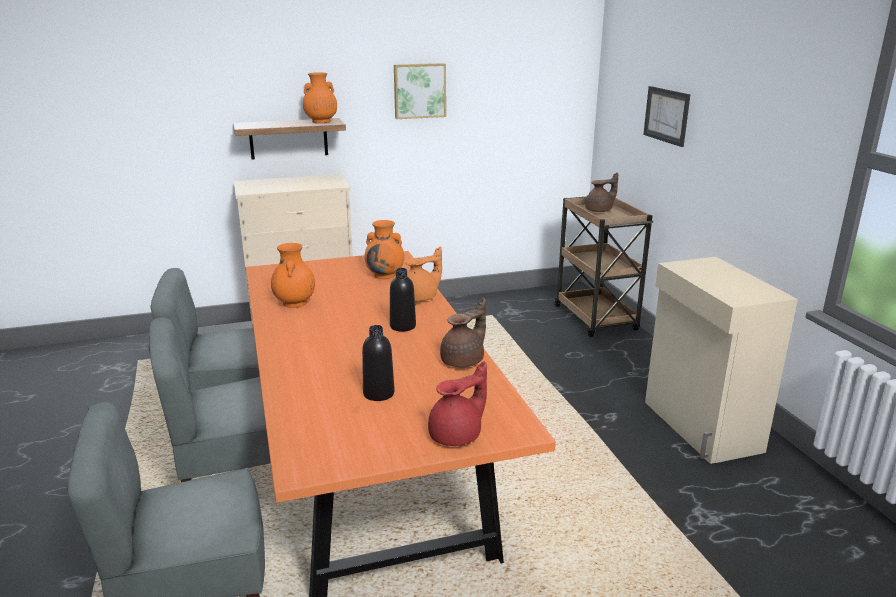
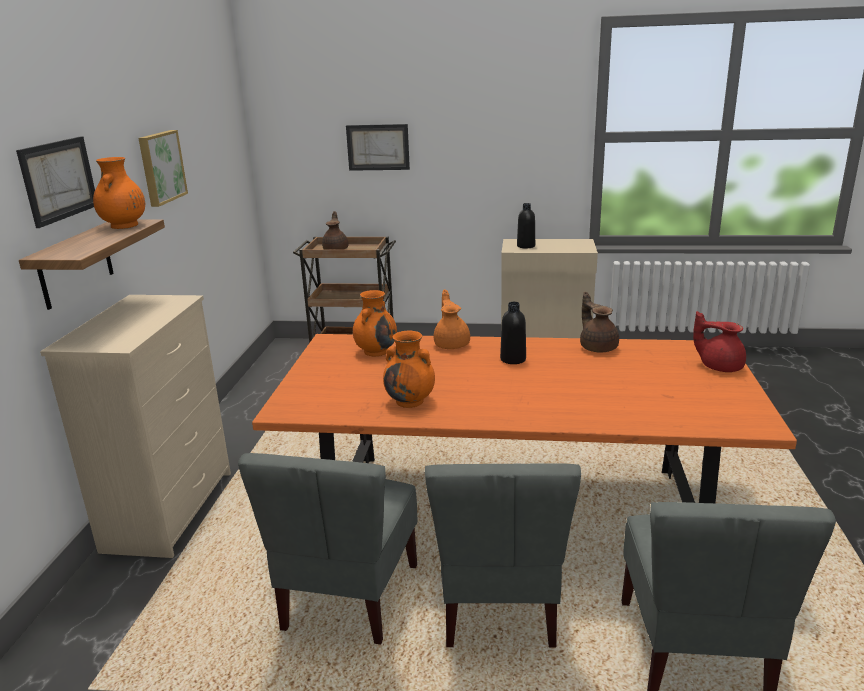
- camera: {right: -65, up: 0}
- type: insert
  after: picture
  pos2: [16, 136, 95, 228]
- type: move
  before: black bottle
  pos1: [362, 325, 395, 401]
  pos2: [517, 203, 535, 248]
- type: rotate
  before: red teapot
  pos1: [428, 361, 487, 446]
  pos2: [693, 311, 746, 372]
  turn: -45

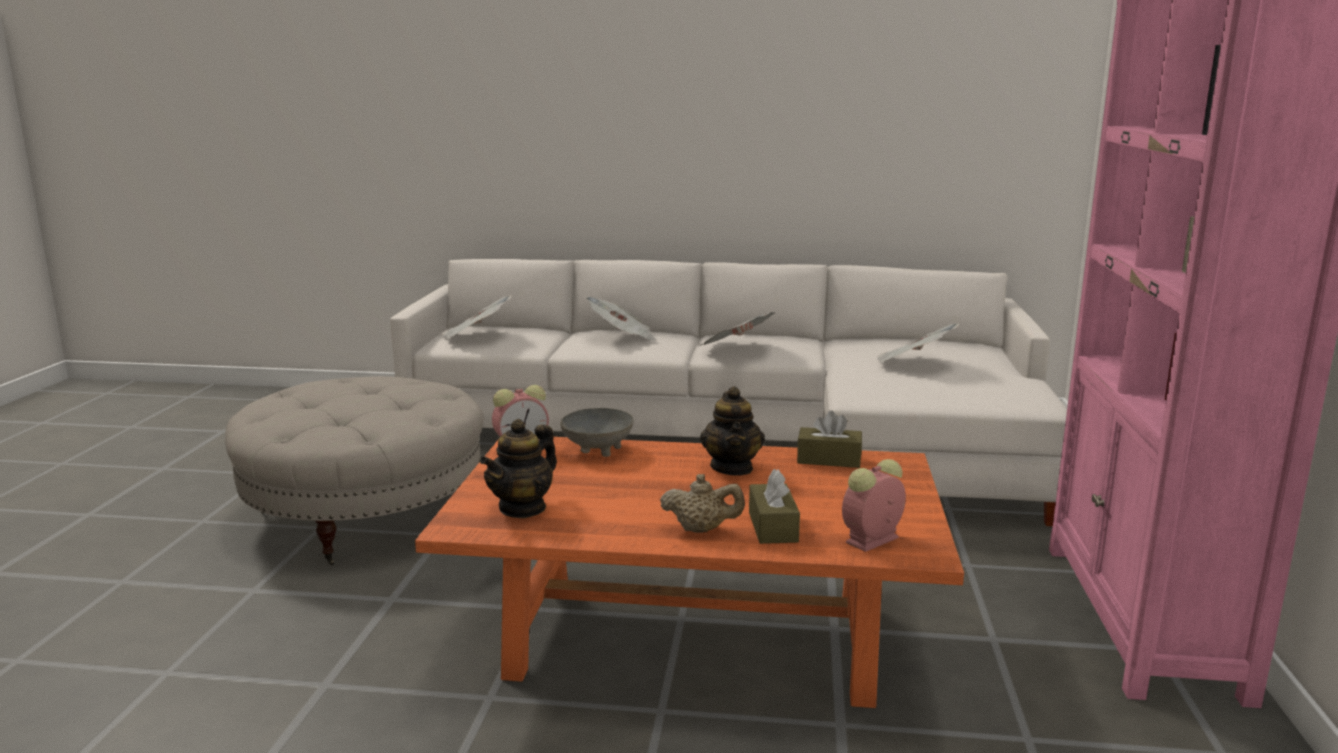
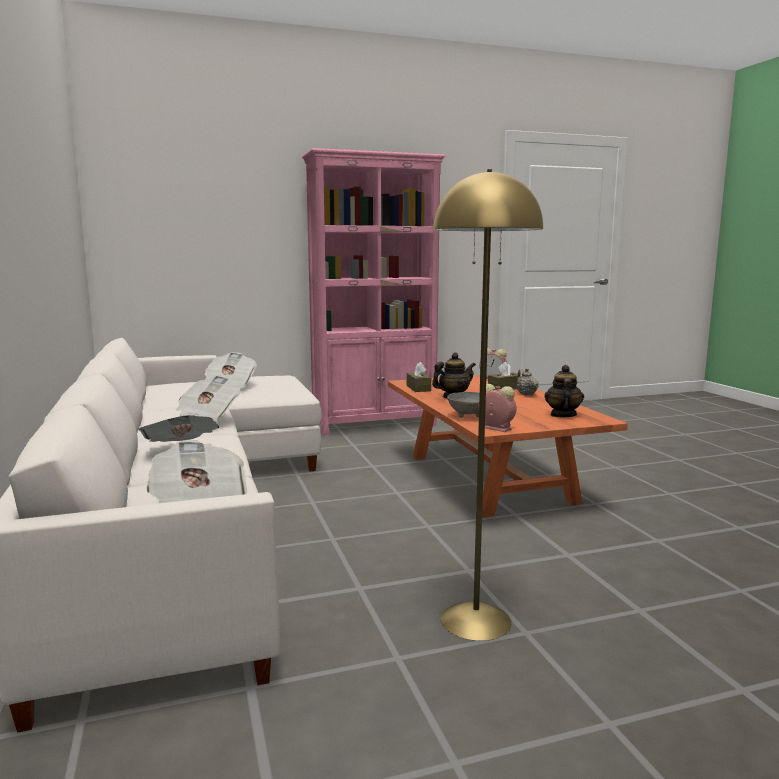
- camera: {right: -115, up: -5}
- type: replace
  before: beige ottoman
  after: yellow floor lamp
  pos1: [225, 376, 484, 565]
  pos2: [433, 169, 543, 641]
- type: rotate
  before: teapot
  pos1: [480, 419, 557, 518]
  pos2: [545, 365, 584, 417]
  turn: -90

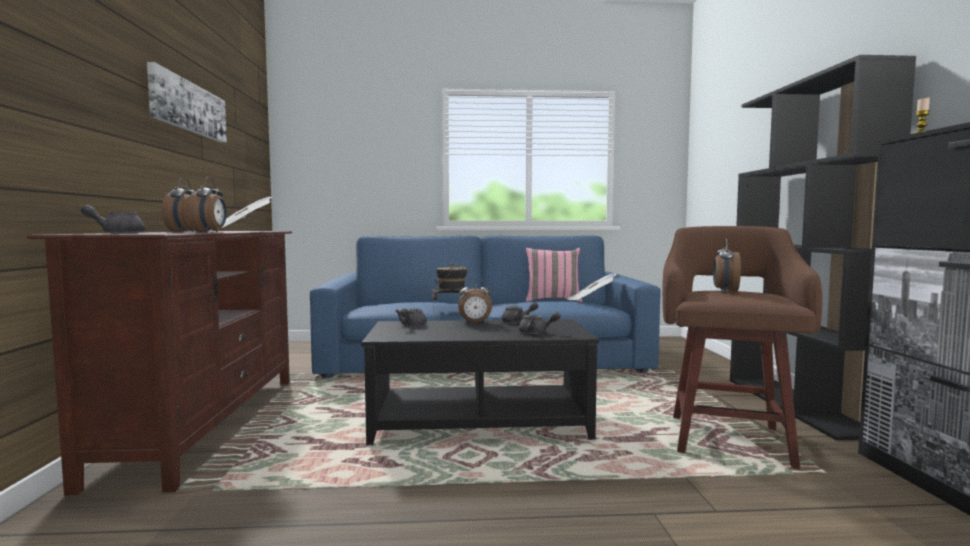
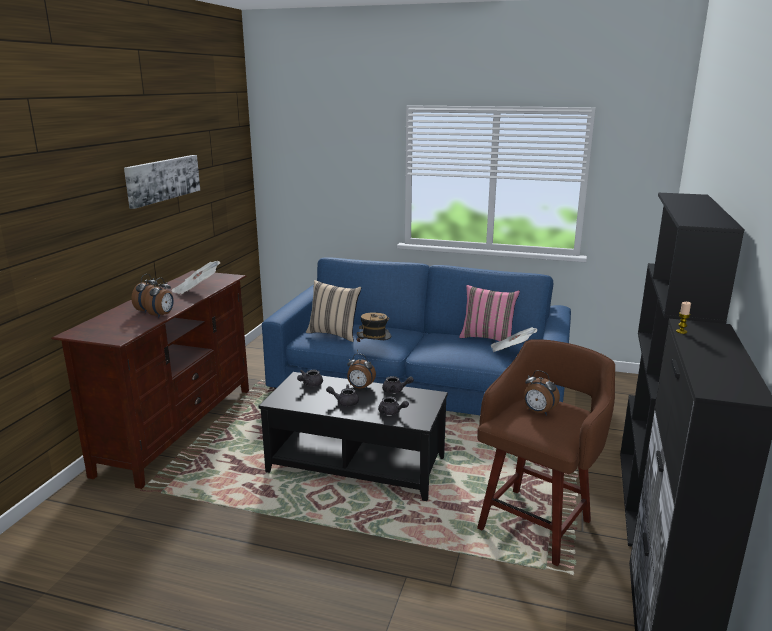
- camera: {right: 20, up: 15}
- type: insert
  after: beige pillow
  pos2: [306, 280, 361, 342]
- type: move
  before: grey teapot
  pos1: [81, 205, 145, 234]
  pos2: [326, 384, 359, 406]
- type: rotate
  before: alarm clock
  pos1: [713, 238, 741, 293]
  pos2: [524, 370, 560, 416]
  turn: -90

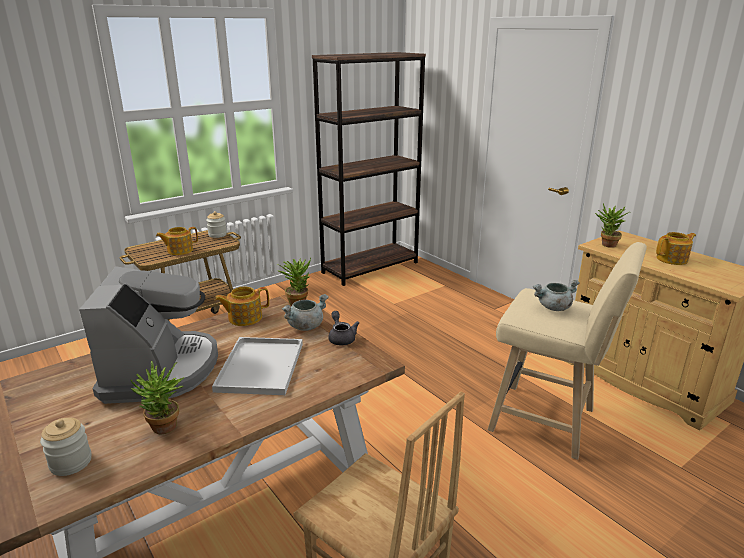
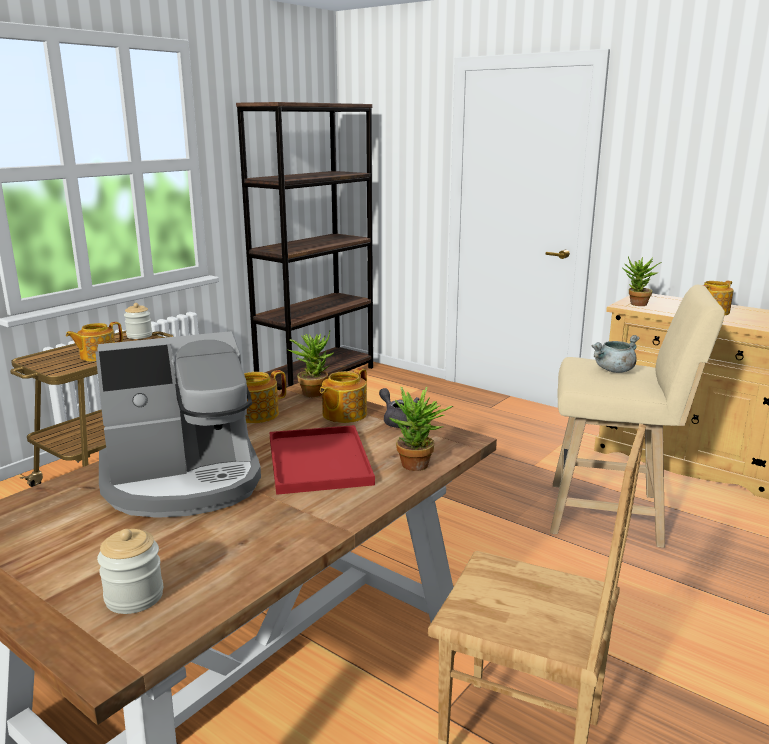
- camera: {right: -15, up: -5}
- type: rotate
  before: coffee machine
  pos1: [79, 266, 218, 404]
  pos2: [95, 331, 261, 518]
  turn: 90
- type: recolor
  before: white tray
  after: red tray
  pos1: [212, 337, 303, 395]
  pos2: [270, 425, 375, 495]
- type: replace
  before: grey cooking pot
  after: teapot
  pos1: [282, 294, 329, 331]
  pos2: [320, 368, 367, 423]
- type: move
  before: potted plant
  pos1: [131, 360, 184, 435]
  pos2: [389, 386, 453, 471]

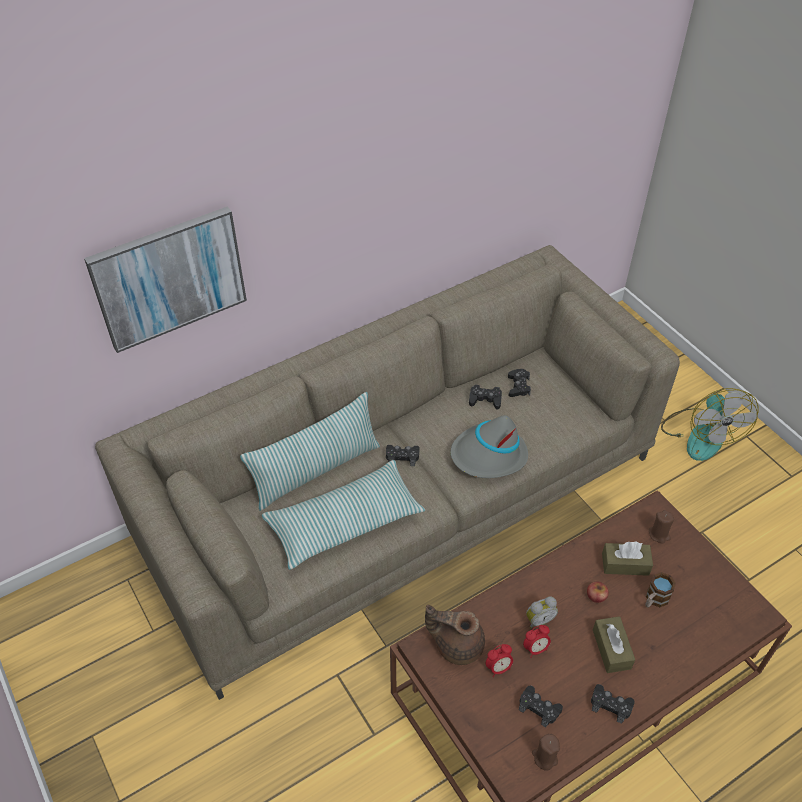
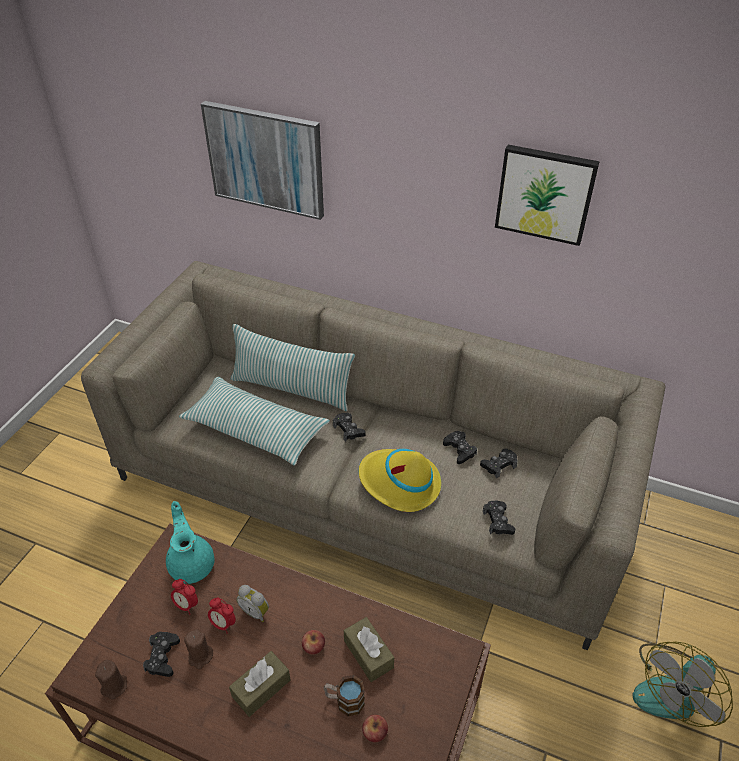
- camera: {right: 55, up: -5}
- type: recolor
  before: brown teapot
  after: turquoise teapot
  pos1: [425, 605, 485, 665]
  pos2: [166, 501, 214, 584]
- type: move
  before: brown candle
  pos1: [649, 510, 674, 544]
  pos2: [184, 629, 213, 670]
- type: recolor
  before: grey hat
  after: yellow hat
  pos1: [451, 415, 528, 478]
  pos2: [359, 449, 441, 512]
- type: insert
  after: apple
  pos2: [362, 715, 388, 742]
- type: move
  before: black game controller
  pos1: [591, 684, 635, 724]
  pos2: [483, 500, 515, 535]
- type: insert
  after: picture
  pos2: [495, 145, 600, 246]

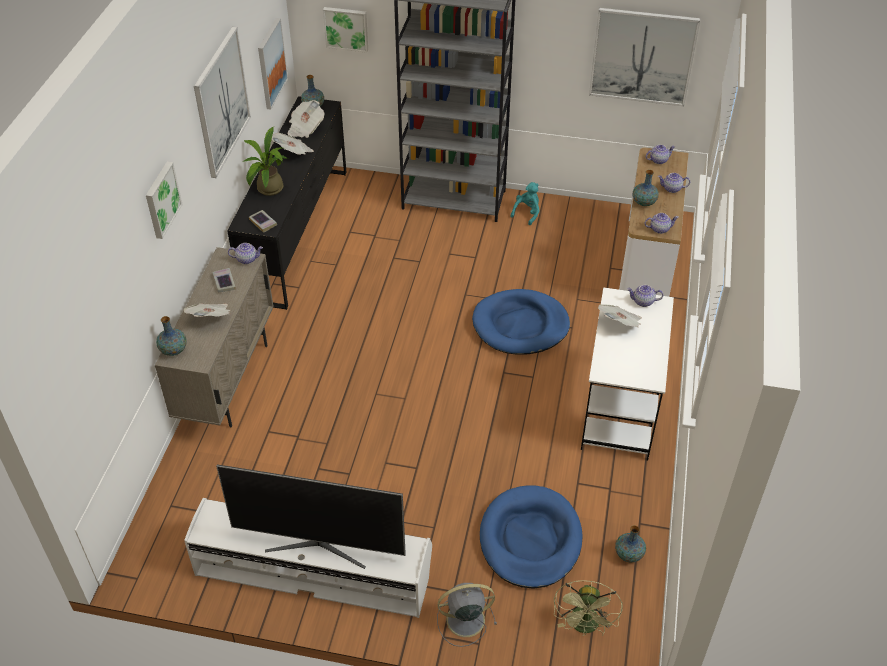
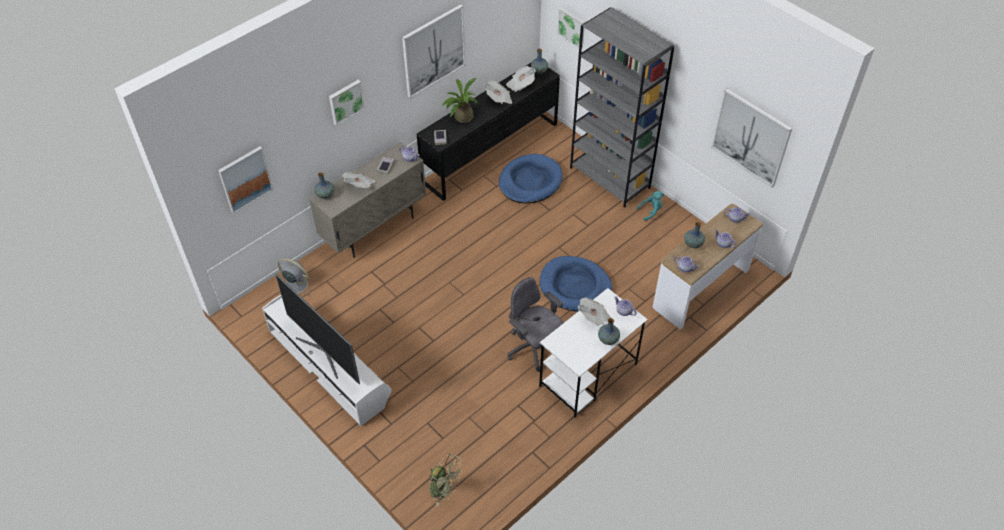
- camera: {right: 35, up: 5}
- type: move
  before: picture
  pos1: [258, 18, 288, 110]
  pos2: [218, 146, 273, 214]
- type: move
  before: grey fan
  pos1: [437, 583, 497, 647]
  pos2: [278, 258, 314, 295]
- type: rotate
  before: green fan
  pos1: [554, 580, 623, 636]
  pos2: [429, 454, 464, 506]
  turn: -105
- type: move
  before: blue dog bed
  pos1: [480, 486, 582, 589]
  pos2: [499, 154, 563, 203]
- type: insert
  after: grey office chair
  pos2: [507, 277, 564, 372]
- type: move
  before: vase
  pos1: [615, 525, 646, 563]
  pos2: [598, 318, 620, 345]

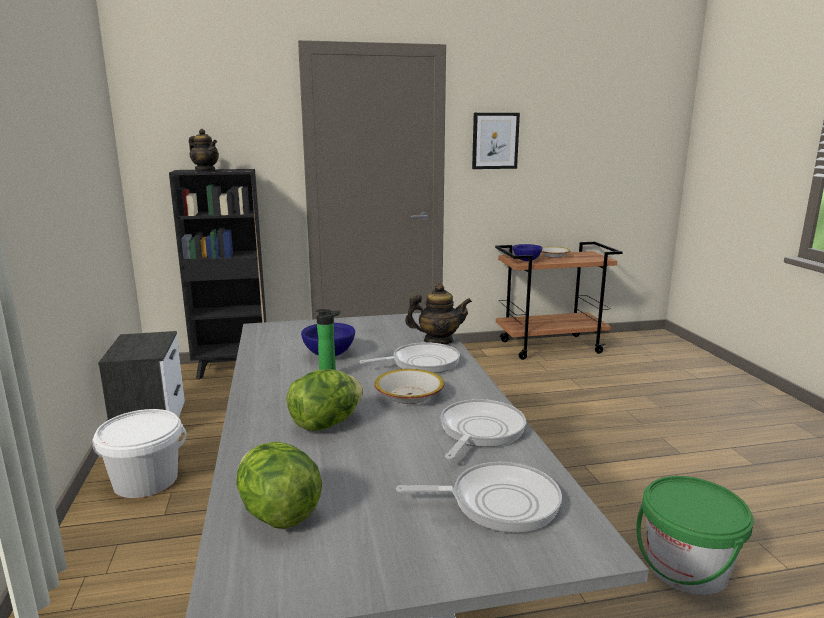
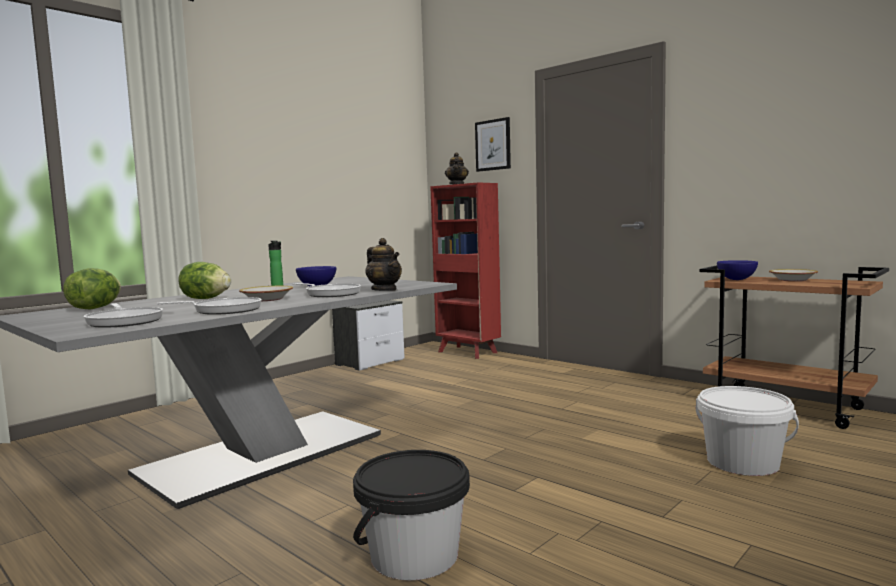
- camera: {right: 55, up: -10}
- type: recolor
  before: green bucket
  after: black bucket
  pos1: [636, 476, 754, 595]
  pos2: [353, 450, 470, 581]
- type: recolor
  before: black bookcase
  after: red bookcase
  pos1: [169, 169, 266, 380]
  pos2: [430, 182, 501, 359]
- type: move
  before: picture
  pos1: [472, 113, 520, 169]
  pos2: [475, 117, 511, 172]
- type: move
  before: white bucket
  pos1: [92, 409, 187, 498]
  pos2: [696, 386, 799, 476]

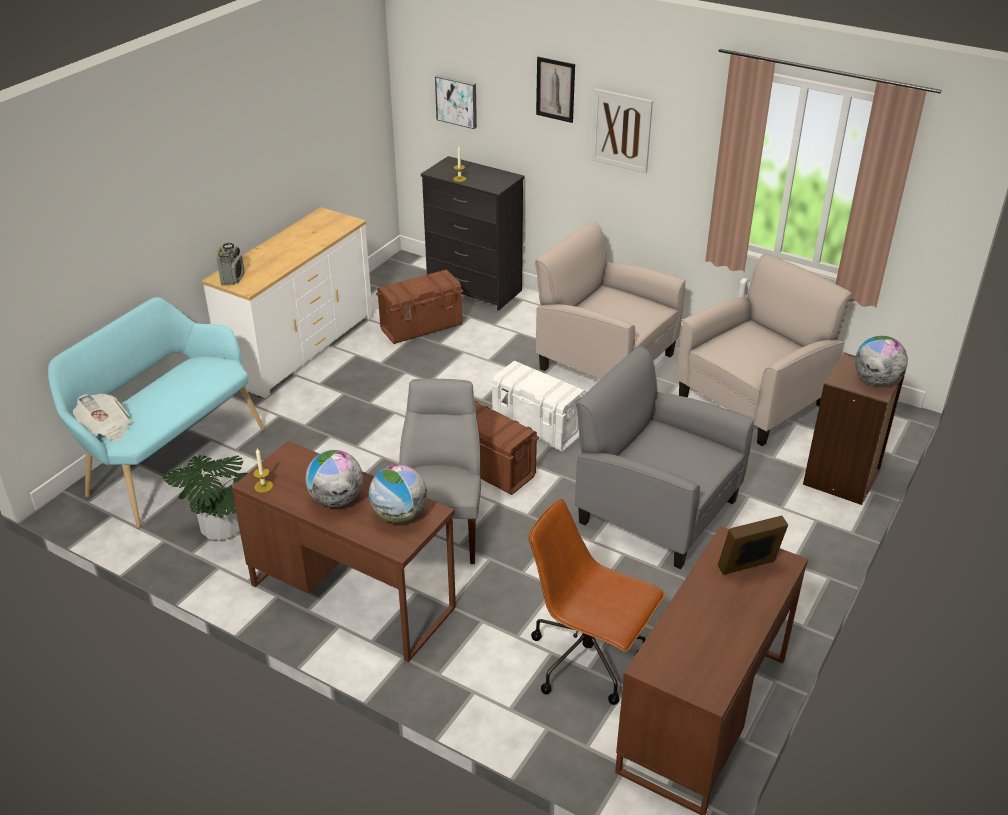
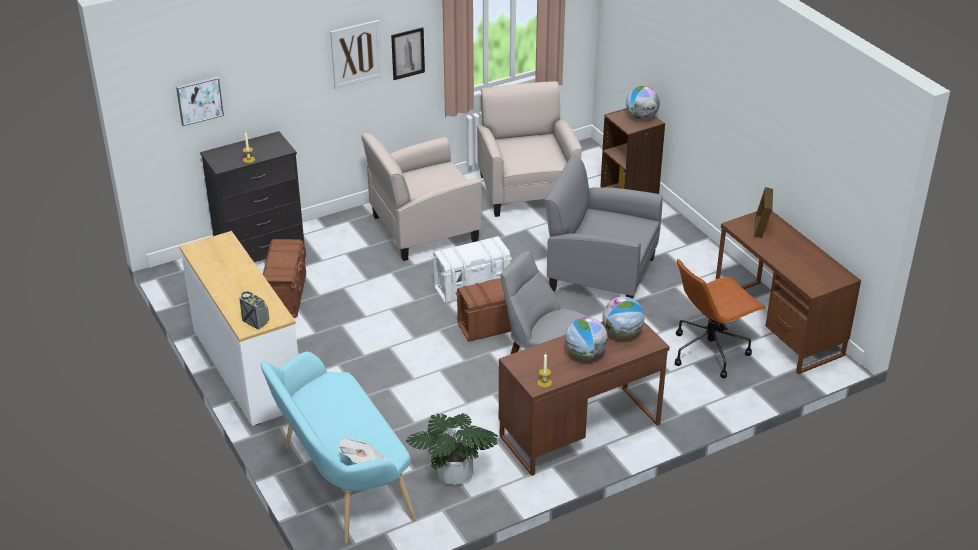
- camera: {right: -60, up: 0}
- type: move
  before: picture
  pos1: [536, 57, 575, 123]
  pos2: [391, 27, 425, 80]
- type: rotate
  before: grey armchair
  pos1: [575, 346, 754, 569]
  pos2: [544, 155, 663, 299]
  turn: 45

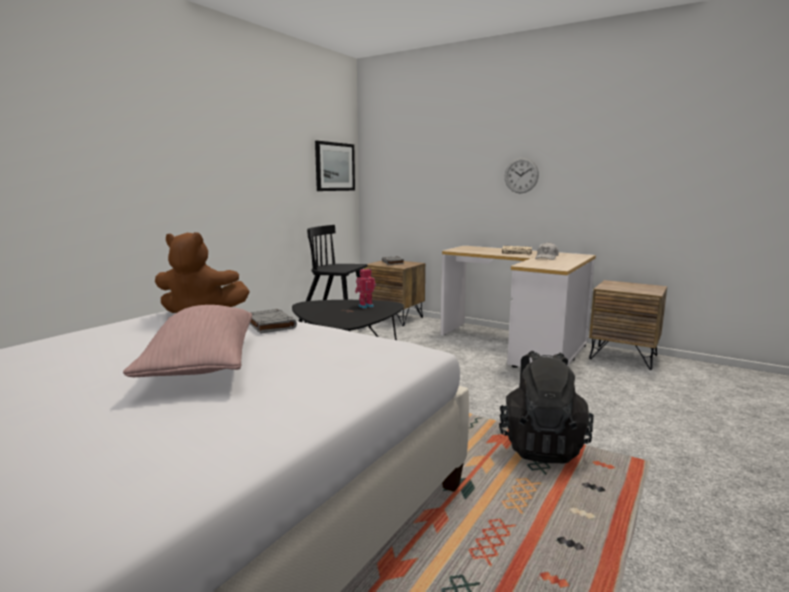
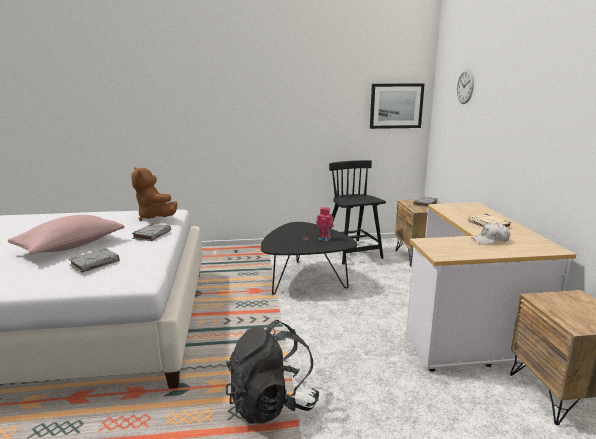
- camera: {right: 50, up: 5}
- type: insert
  after: grey book
  pos2: [69, 249, 119, 273]
- type: move
  before: wall clock
  pos1: [505, 158, 539, 193]
  pos2: [457, 70, 474, 104]

